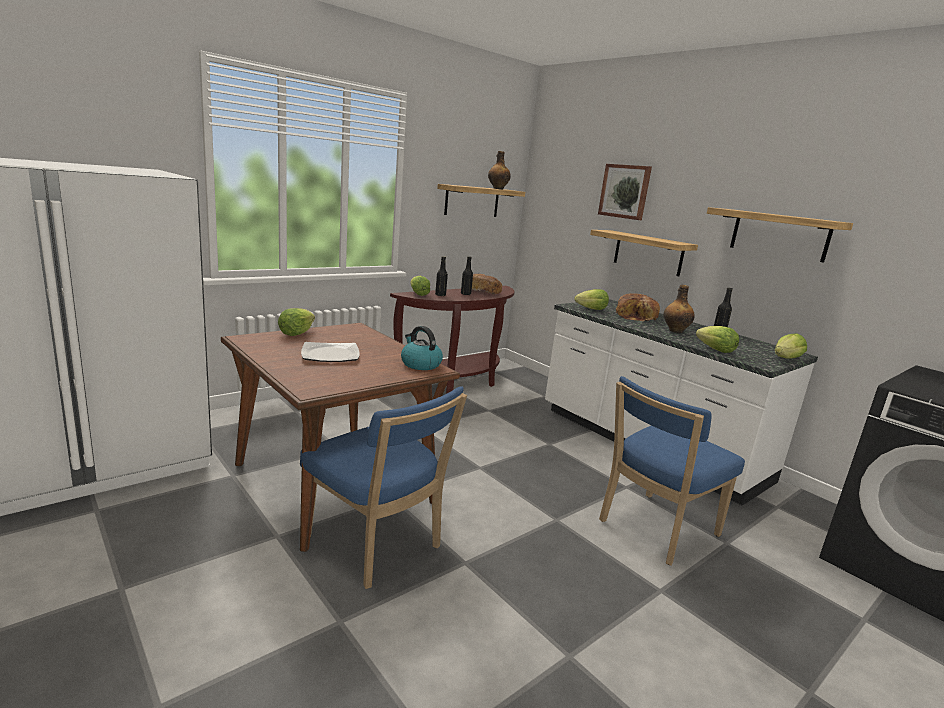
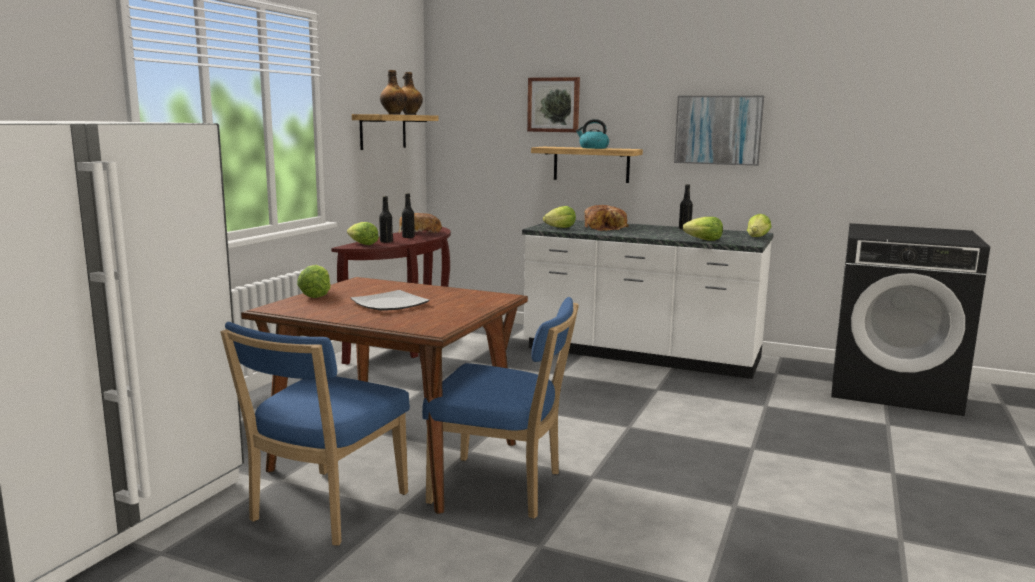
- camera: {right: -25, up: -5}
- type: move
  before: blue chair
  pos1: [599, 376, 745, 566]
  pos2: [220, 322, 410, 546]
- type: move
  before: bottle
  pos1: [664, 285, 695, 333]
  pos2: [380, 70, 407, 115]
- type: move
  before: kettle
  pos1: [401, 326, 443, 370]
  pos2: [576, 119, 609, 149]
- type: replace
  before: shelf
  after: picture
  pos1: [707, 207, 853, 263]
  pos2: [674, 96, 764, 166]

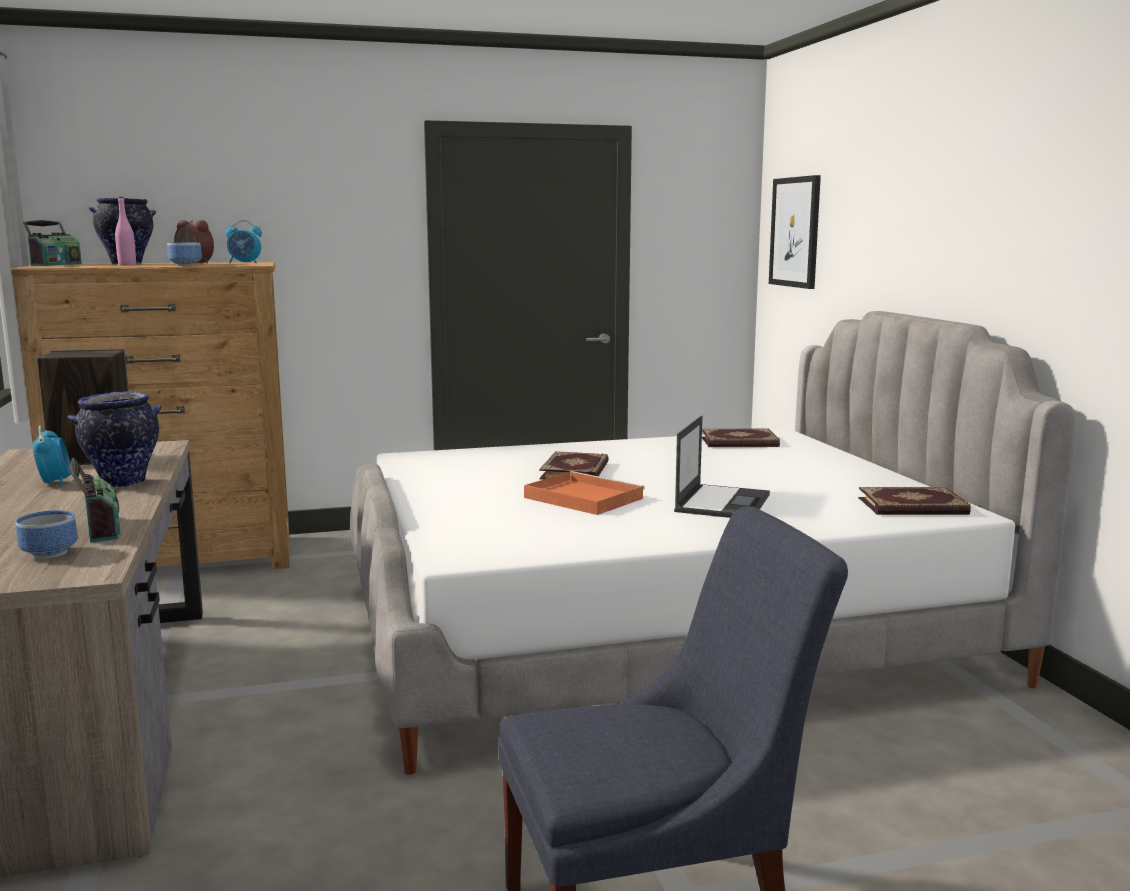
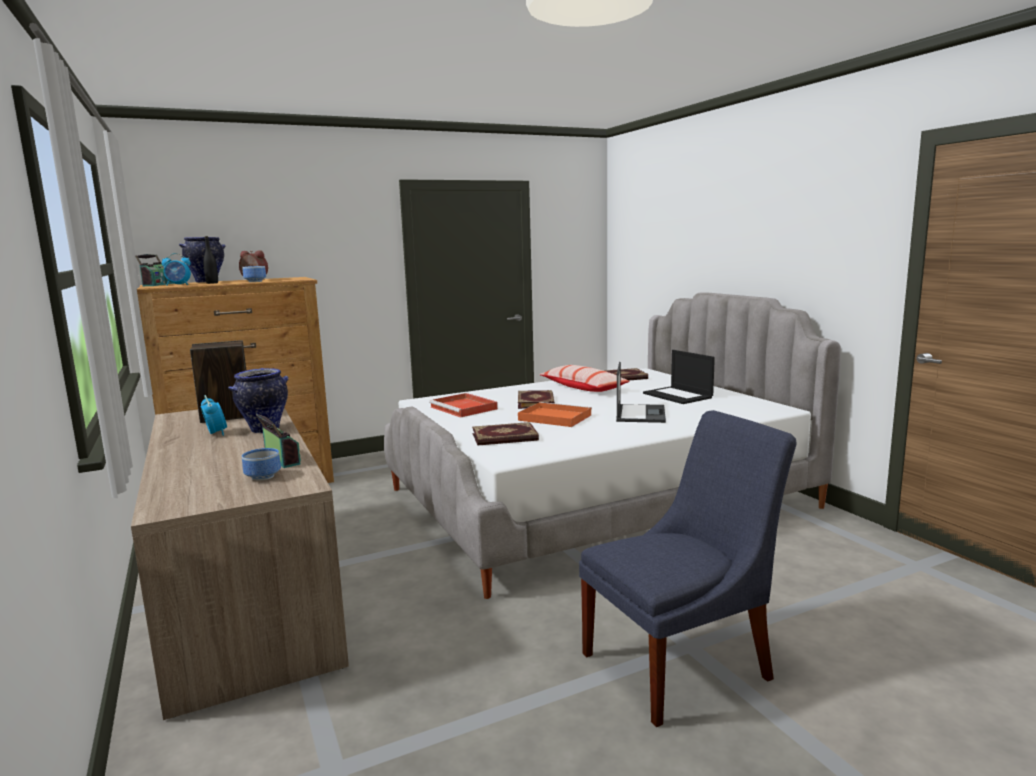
- camera: {right: -10, up: 0}
- type: move
  before: alarm clock
  pos1: [225, 220, 262, 263]
  pos2: [162, 253, 191, 286]
- type: recolor
  before: pink bottle
  after: black bottle
  pos1: [115, 197, 136, 266]
  pos2: [203, 236, 218, 284]
- type: insert
  after: red tray
  pos2: [429, 393, 498, 418]
- type: move
  before: book
  pos1: [858, 487, 971, 515]
  pos2: [472, 422, 539, 446]
- type: insert
  after: pillow
  pos2: [540, 365, 630, 392]
- type: insert
  after: laptop
  pos2: [643, 350, 715, 404]
- type: delete
  before: picture
  pos1: [769, 175, 821, 289]

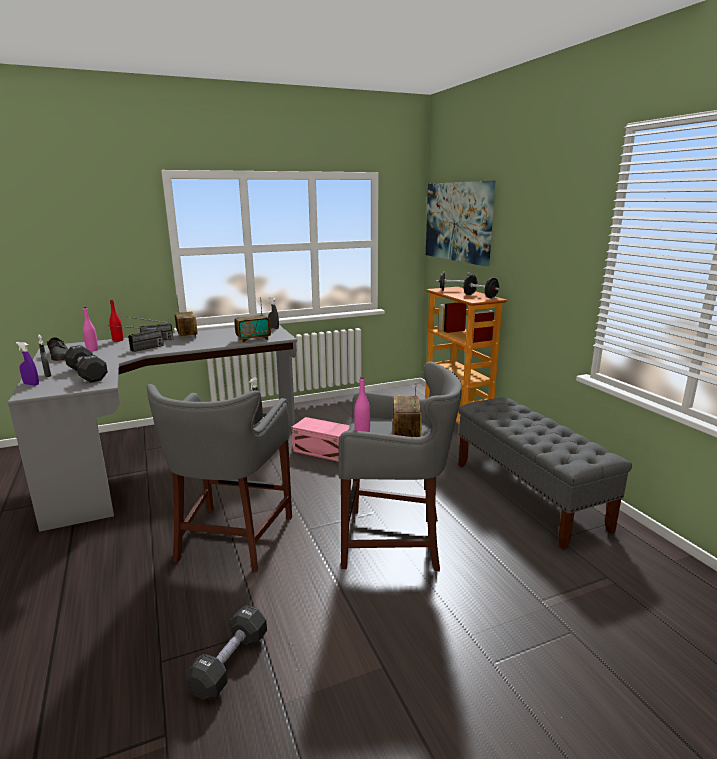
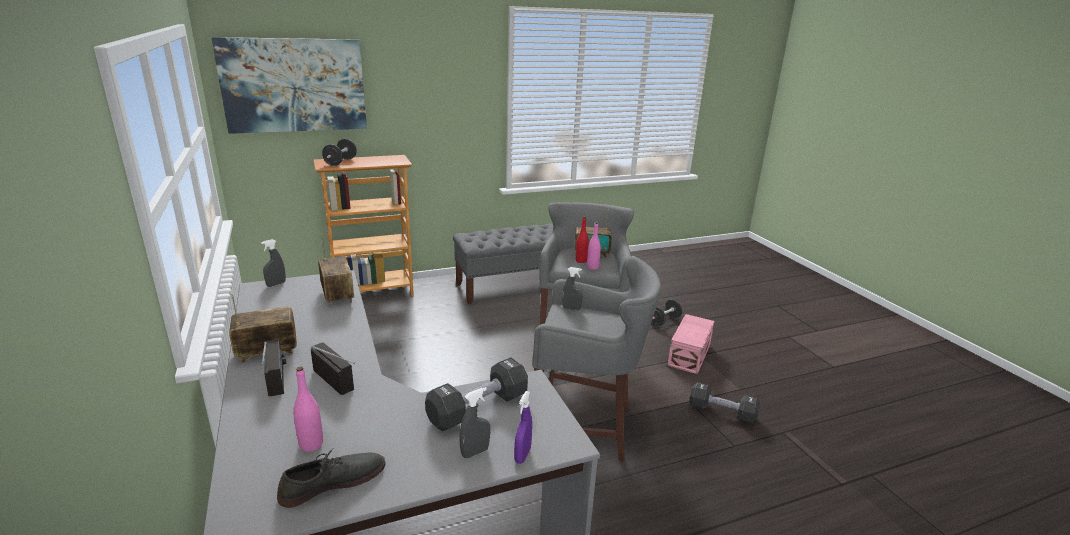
- camera: {right: -90, up: 5}
- type: move
  before: red bottle
  pos1: [109, 300, 123, 342]
  pos2: [575, 216, 589, 263]
- type: move
  before: black dumbbell
  pos1: [463, 275, 500, 298]
  pos2: [652, 299, 682, 326]
- type: move
  before: pink storage box
  pos1: [292, 417, 350, 462]
  pos2: [667, 314, 714, 374]

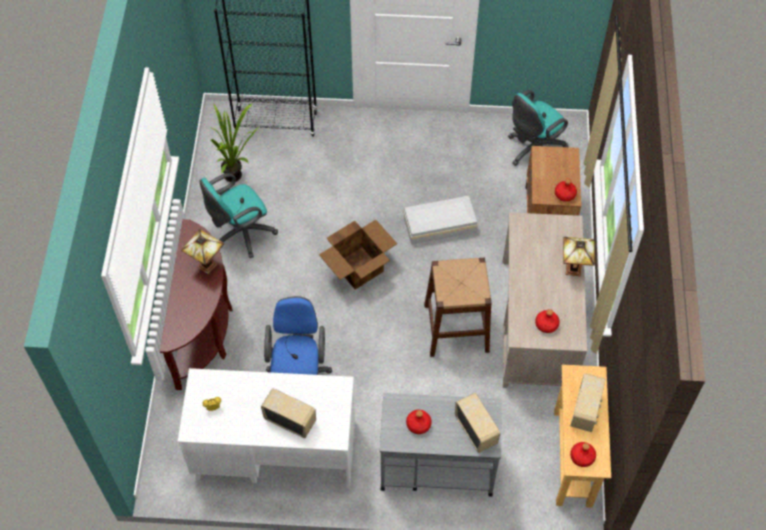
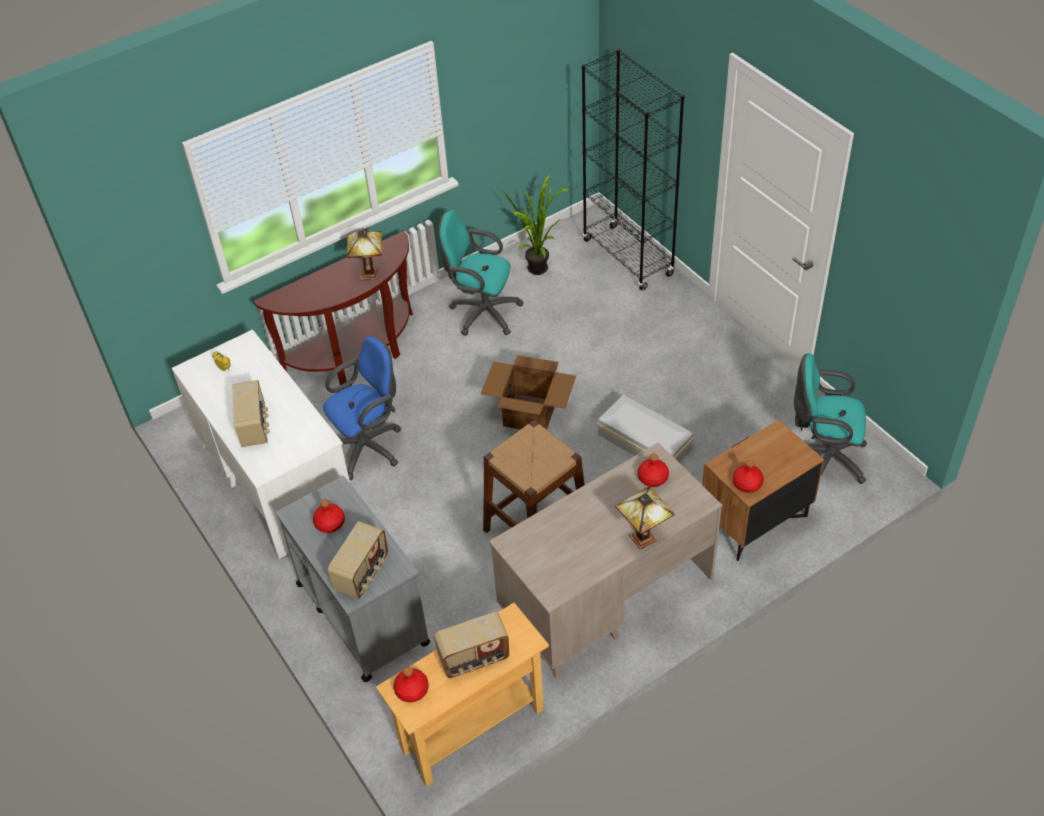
- camera: {right: 55, up: -10}
- type: move
  before: red bottle
  pos1: [535, 309, 560, 333]
  pos2: [638, 454, 669, 487]

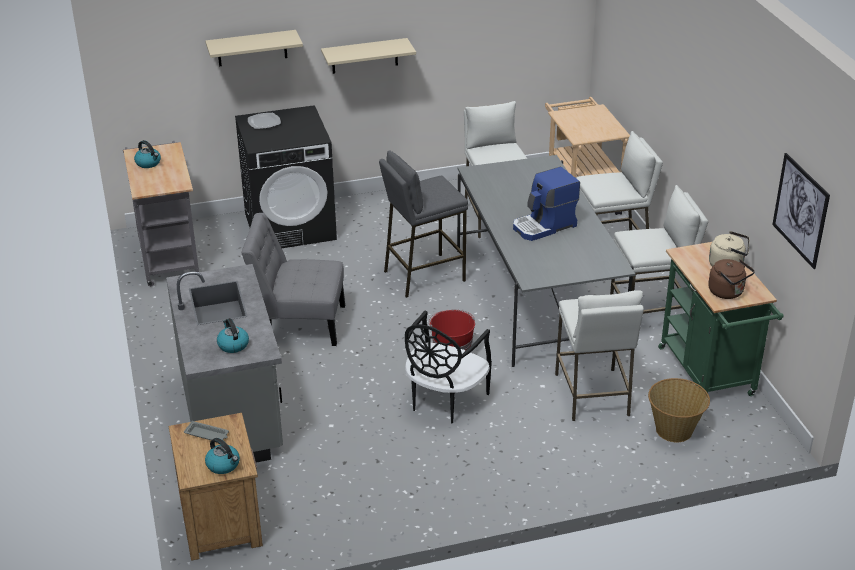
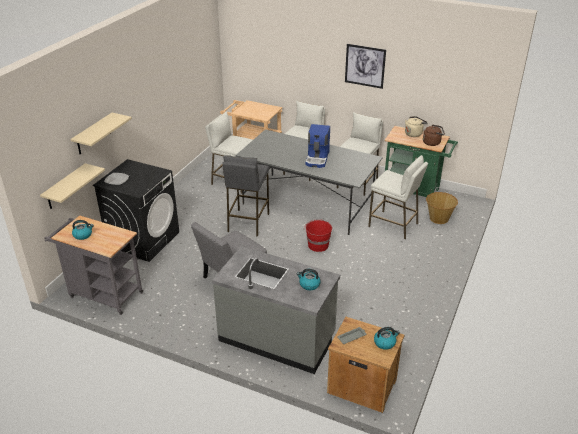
- camera: {right: -50, up: 0}
- type: move
  before: beige shelf
  pos1: [321, 38, 416, 74]
  pos2: [40, 163, 105, 209]
- type: move
  before: picture
  pos1: [772, 153, 830, 269]
  pos2: [345, 44, 386, 89]
- type: delete
  before: black chair
  pos1: [405, 311, 492, 423]

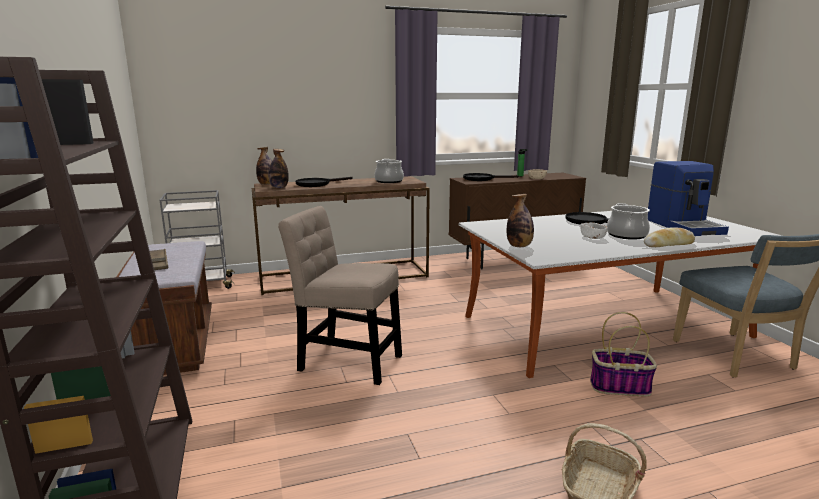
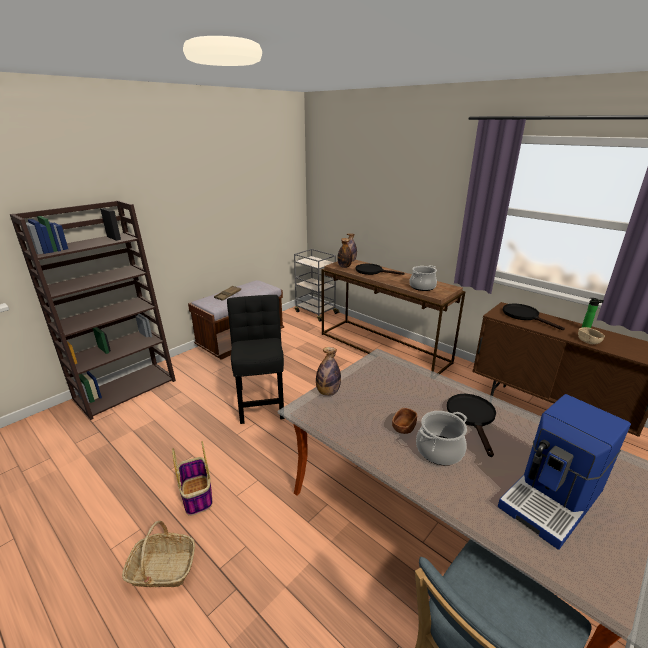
- camera: {right: 60, up: 10}
- type: move
  before: basket
  pos1: [590, 312, 657, 396]
  pos2: [172, 441, 212, 516]
- type: recolor
  before: beige chair
  after: black chair
  pos1: [278, 206, 402, 385]
  pos2: [227, 295, 284, 424]
- type: recolor
  before: white bowl
  after: brown bowl
  pos1: [580, 223, 607, 239]
  pos2: [392, 408, 417, 434]
- type: delete
  before: bread
  pos1: [644, 228, 695, 247]

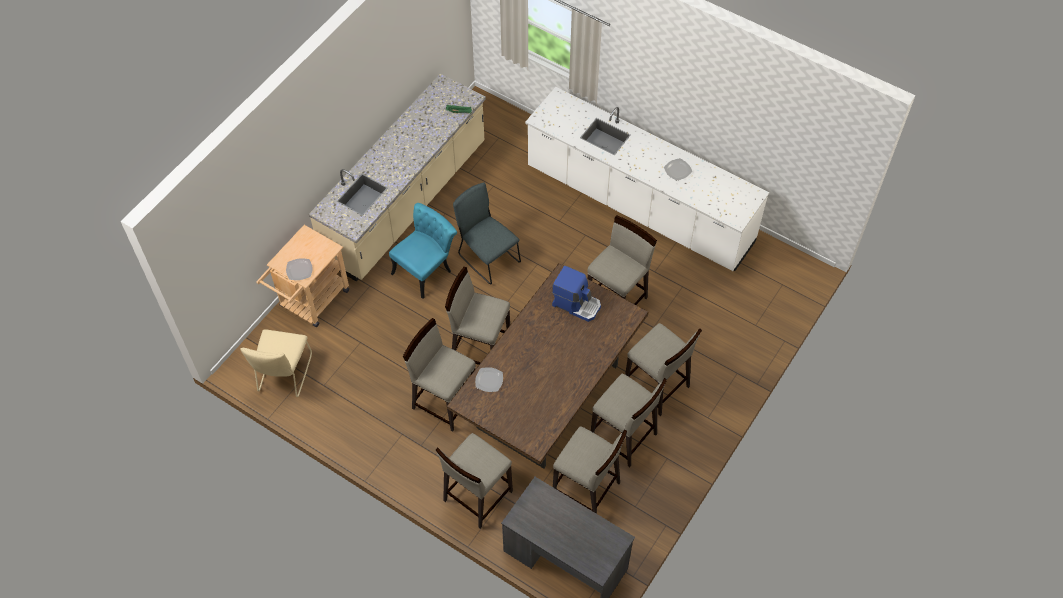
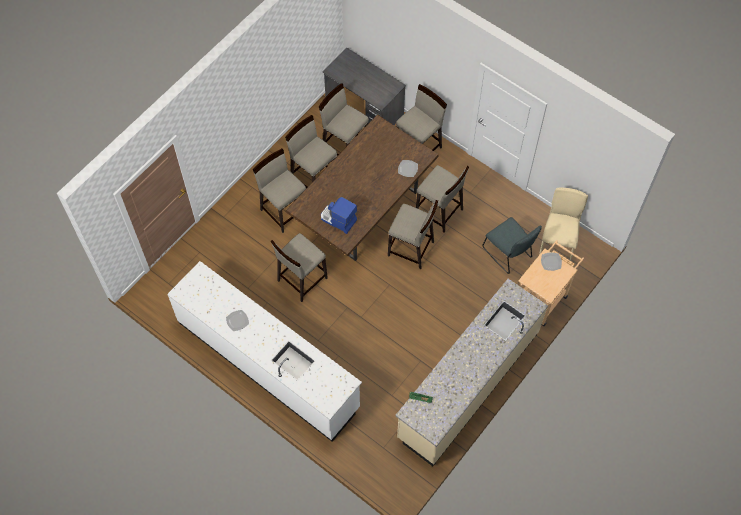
- camera: {right: -175, up: 5}
- type: move
  before: grey chair
  pos1: [453, 182, 521, 284]
  pos2: [482, 217, 542, 274]
- type: delete
  before: turquoise chair
  pos1: [389, 203, 457, 299]

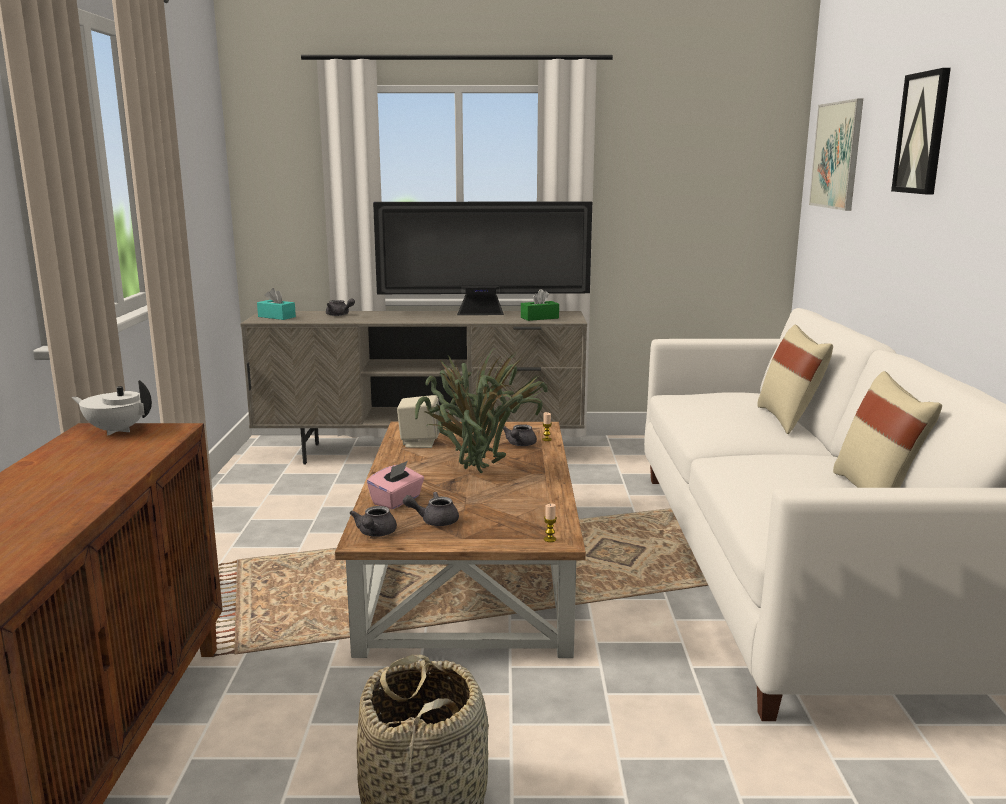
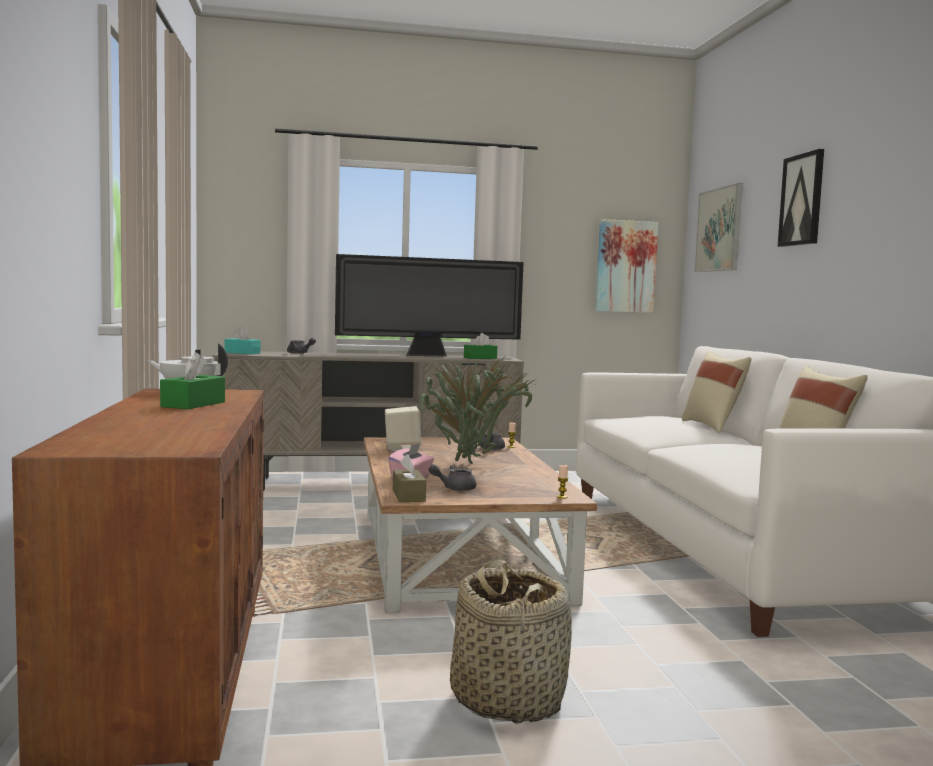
- camera: {right: -10, up: -10}
- type: insert
  after: green tissue box
  pos2: [160, 352, 225, 409]
- type: replace
  before: grey teapot
  after: brown tissue box
  pos1: [350, 506, 397, 537]
  pos2: [393, 454, 426, 502]
- type: insert
  after: picture
  pos2: [595, 219, 659, 313]

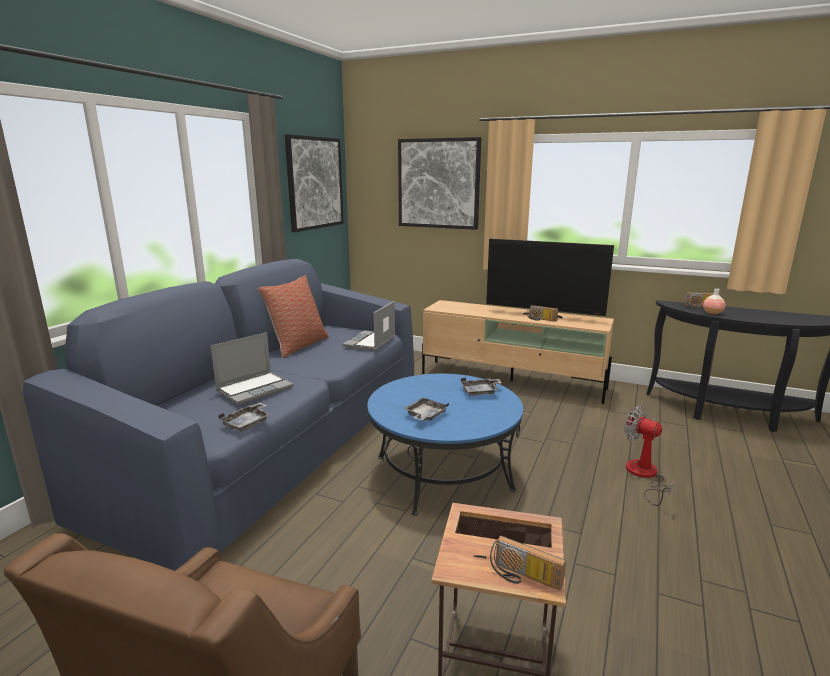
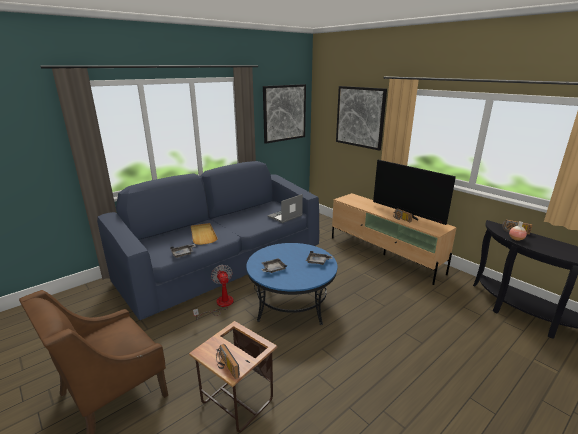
- camera: {right: 25, up: 5}
- type: replace
  before: laptop
  after: beige tray
  pos1: [210, 332, 293, 405]
  pos2: [191, 223, 218, 245]
- type: move
  before: fan
  pos1: [624, 406, 674, 506]
  pos2: [193, 265, 234, 320]
- type: delete
  before: pillow
  pos1: [258, 275, 329, 358]

